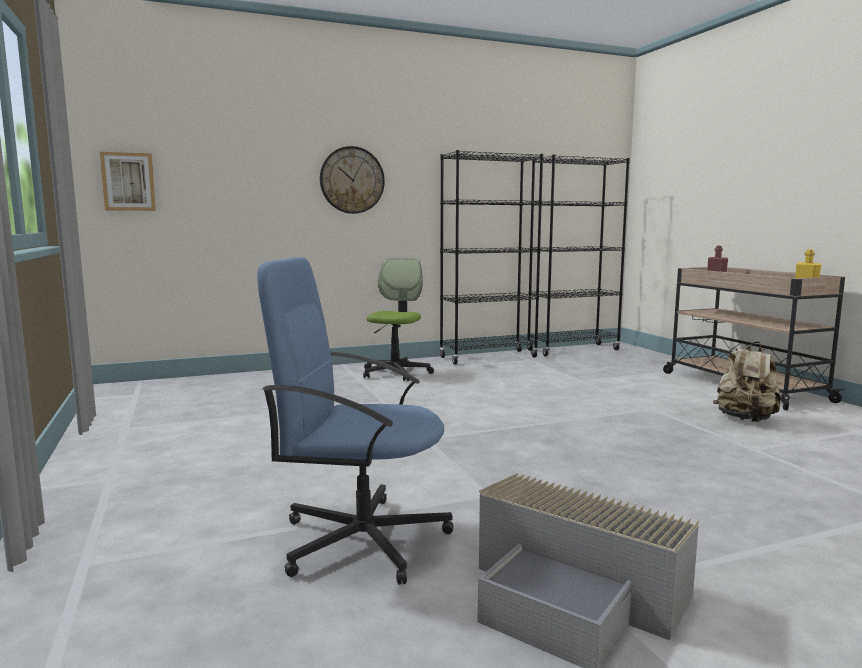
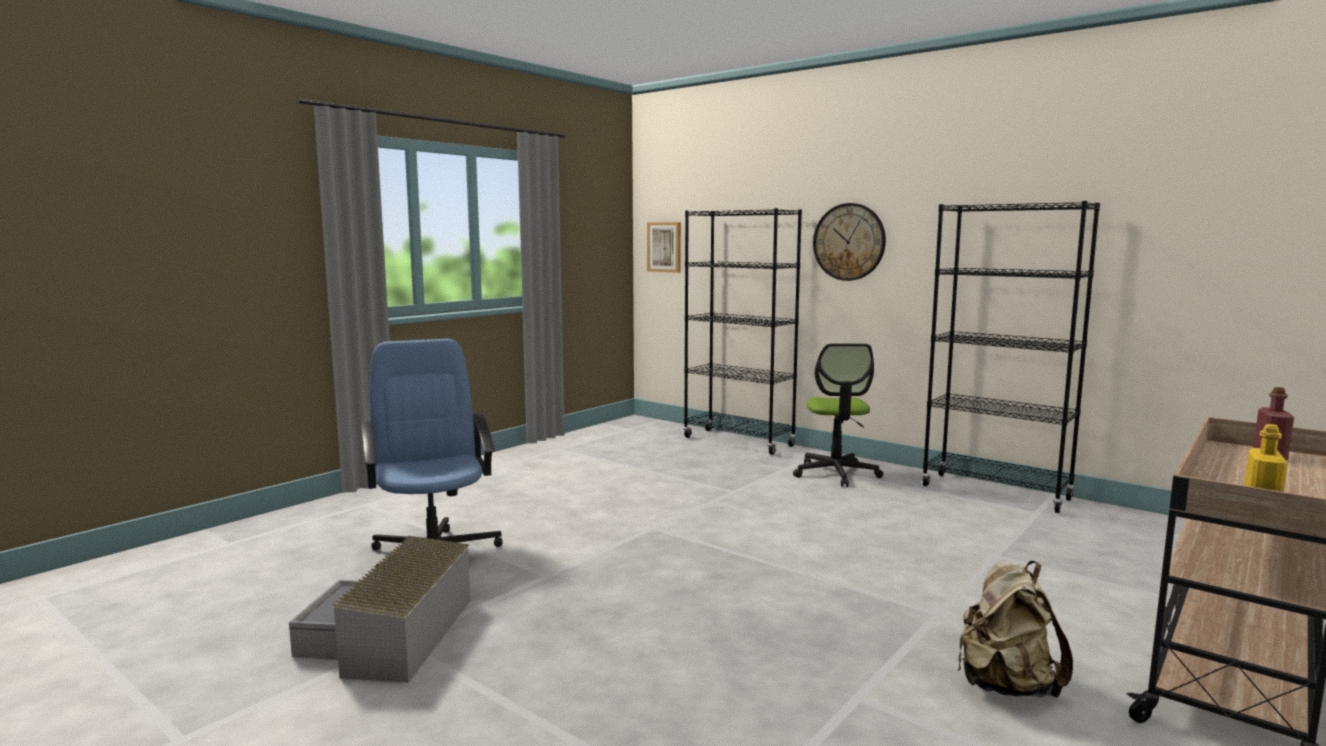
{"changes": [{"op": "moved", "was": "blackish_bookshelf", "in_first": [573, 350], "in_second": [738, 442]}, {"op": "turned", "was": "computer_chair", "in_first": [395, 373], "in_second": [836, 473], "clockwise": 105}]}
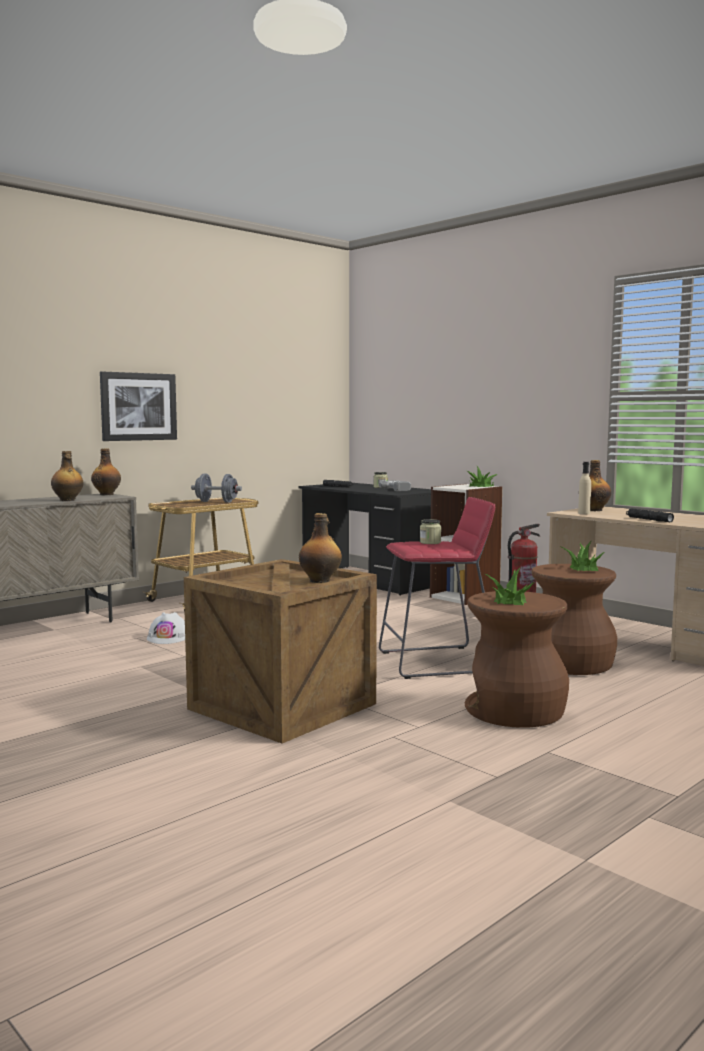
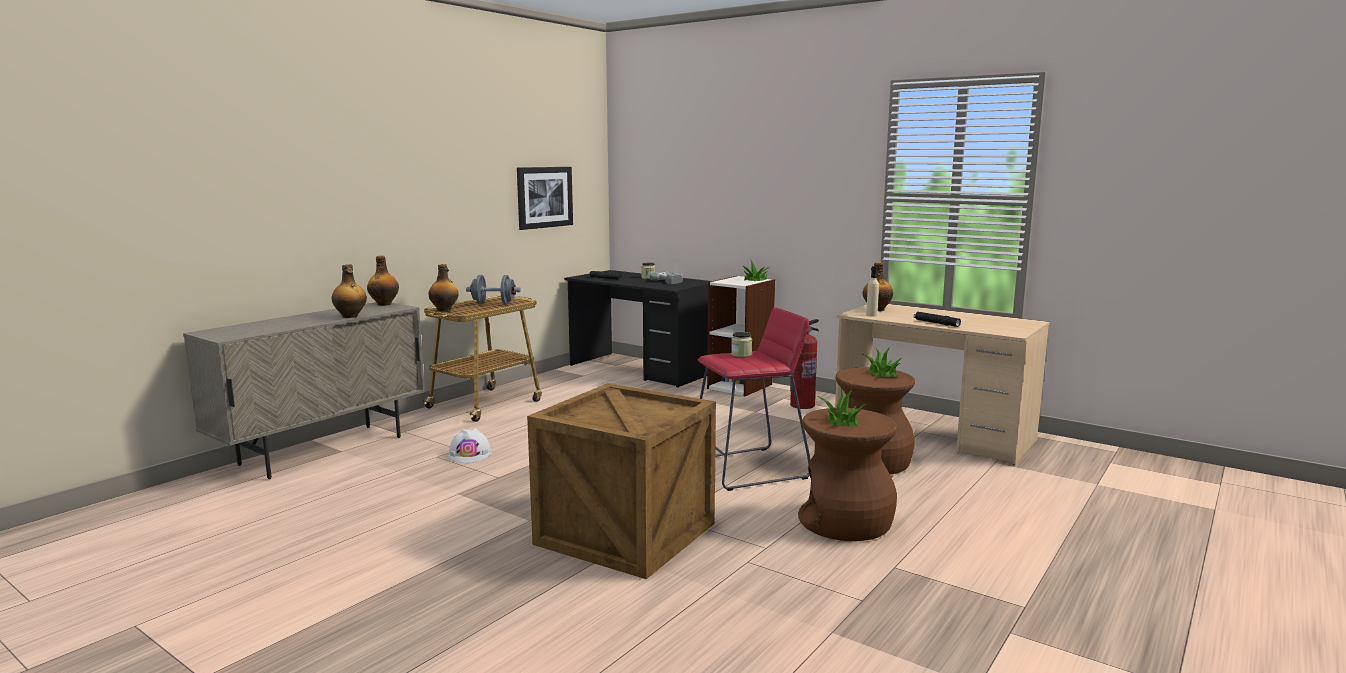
{"changes": [{"op": "moved", "was": "beverage_bottle", "in_first": [320, 581], "in_second": [444, 310]}, {"op": "moved", "was": "wall_picture", "in_first": [138, 406], "in_second": [544, 197]}]}
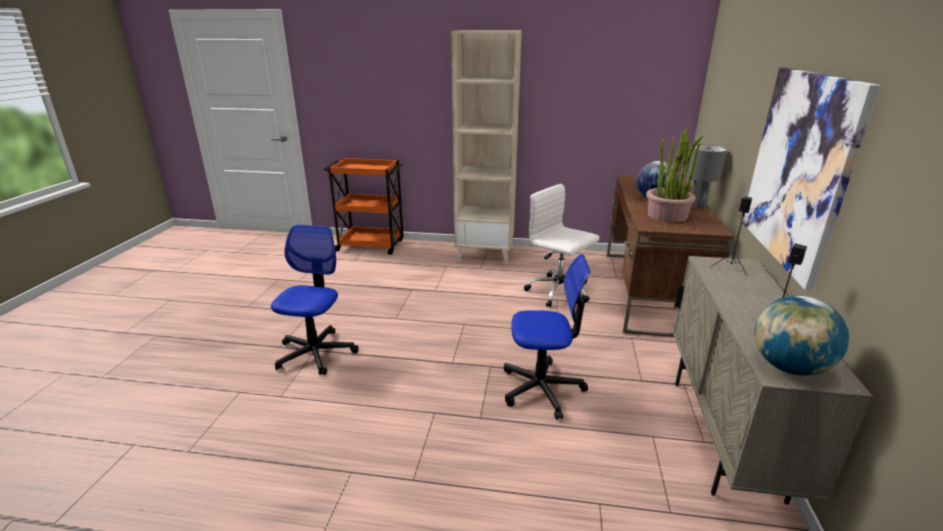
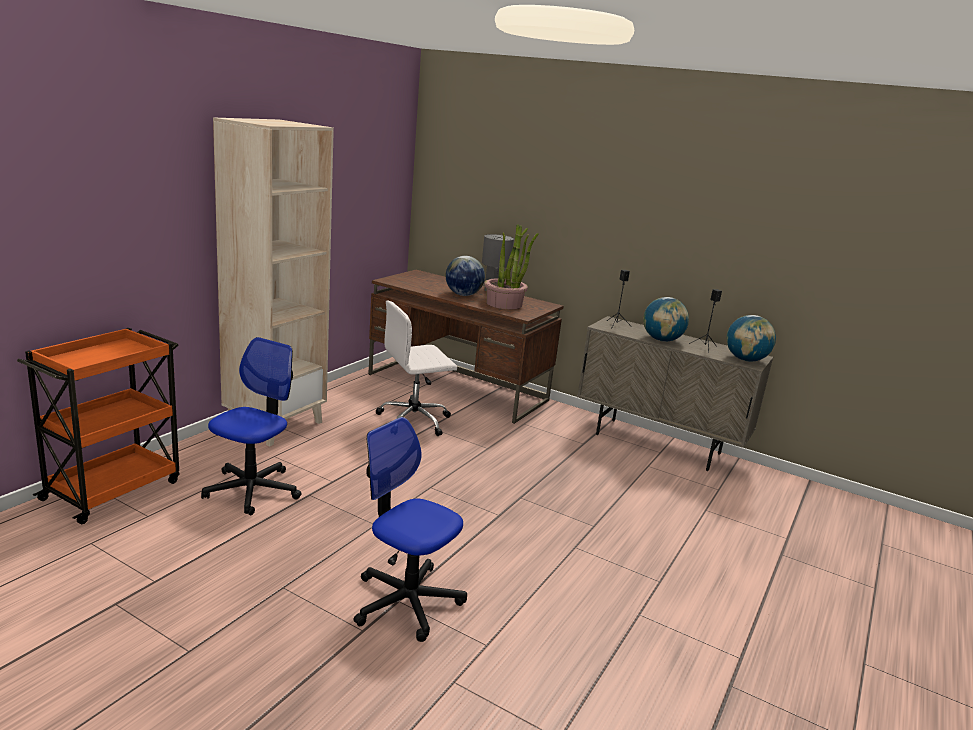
{"changes": [{"op": "moved", "was": "computer_chair", "in_first": [542, 388], "in_second": [252, 490]}, {"op": "added", "now": "world_globe", "in_second": [662, 340]}, {"op": "removed", "was": "wall_picture", "in_first": [799, 170]}]}
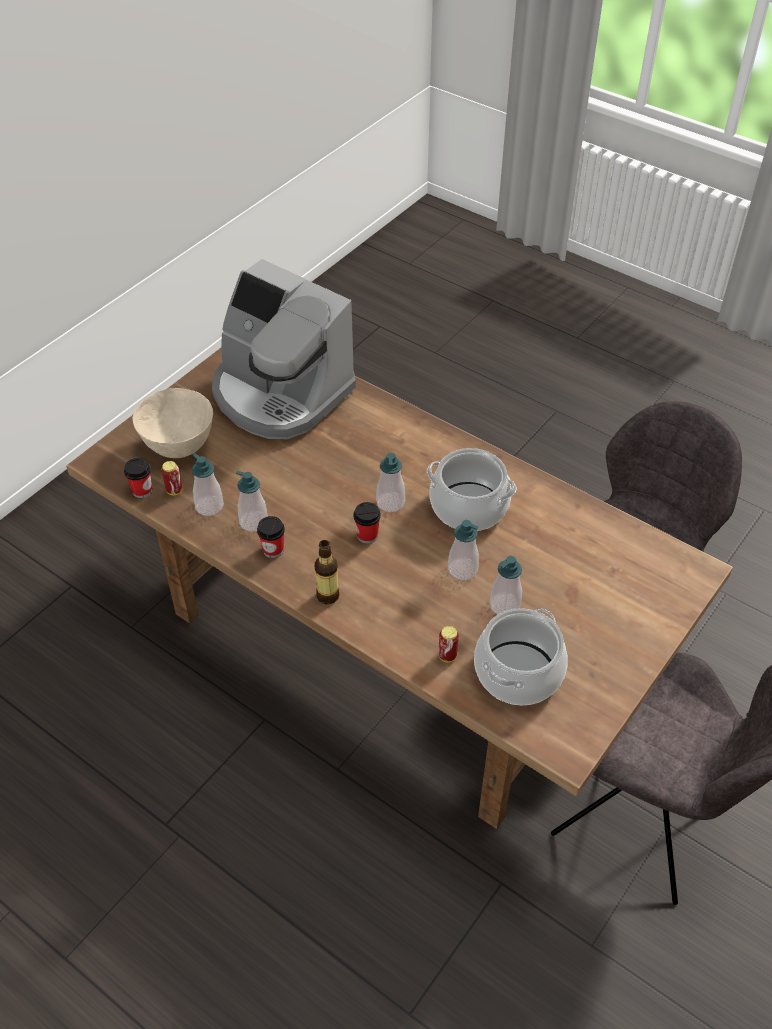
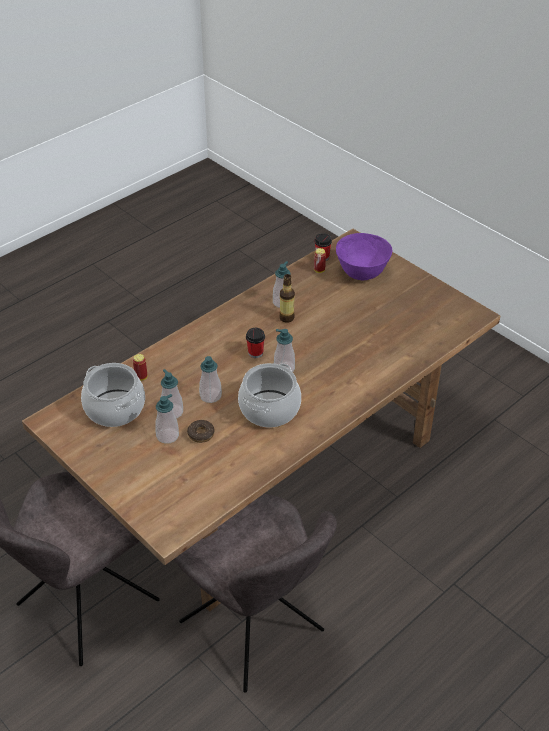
{"changes": [{"op": "moved", "was": "soap_bottle", "in_first": [209, 506], "in_second": [167, 436]}, {"op": "added", "now": "doughnut", "in_second": [201, 434]}, {"op": "moved", "was": "beverage_bottle", "in_first": [327, 596], "in_second": [286, 318]}, {"op": "recoloured", "was": "beige-coloured_serving_bowl", "now": "purple_serving_bowl", "in_first": [179, 446], "in_second": [362, 274]}, {"op": "removed", "was": "coffee_machine", "in_first": [280, 394]}, {"op": "removed", "was": "drinking_cup", "in_first": [273, 550]}]}
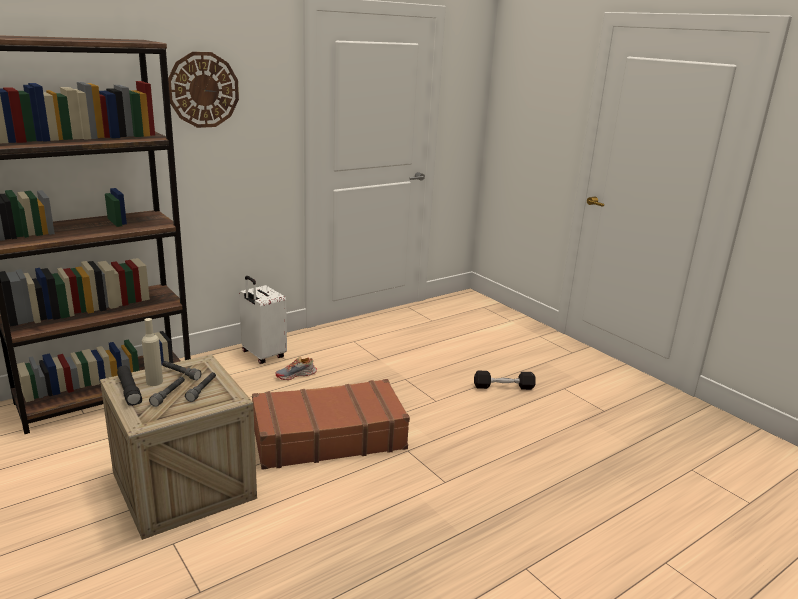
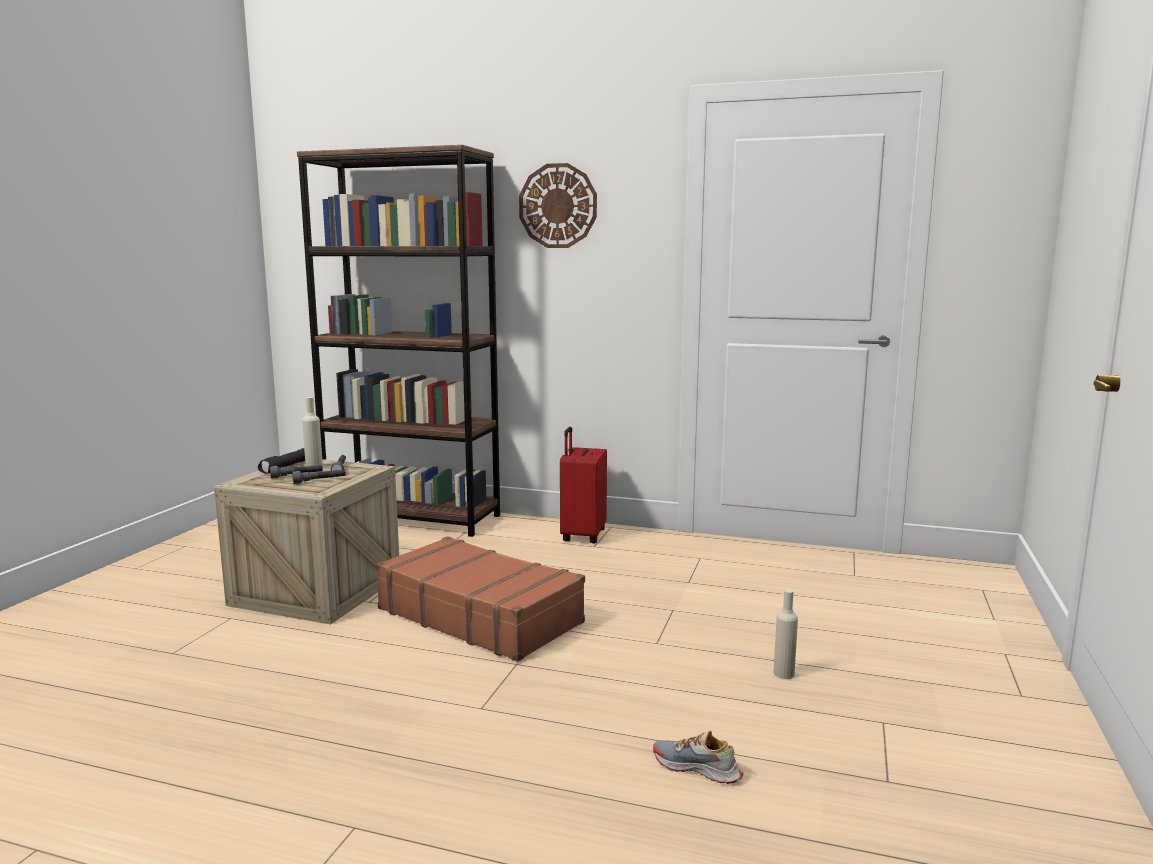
{"changes": [{"op": "recoloured", "was": "white_suitcase", "now": "red-coloured_suitcase", "in_first": [262, 355], "in_second": [582, 536]}, {"op": "moved", "was": "shoe", "in_first": [296, 375], "in_second": [697, 769]}, {"op": "replaced", "was": "blackish_free_weight", "now": "beige-coloured_beverage_bottle", "in_first": [503, 387], "in_second": [783, 673]}]}
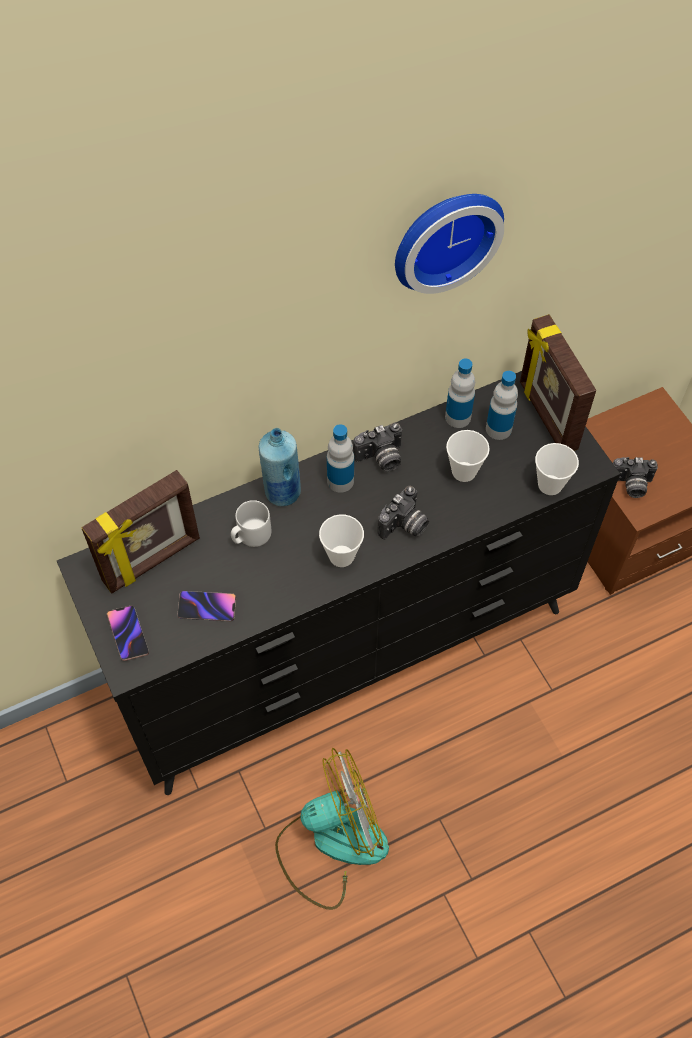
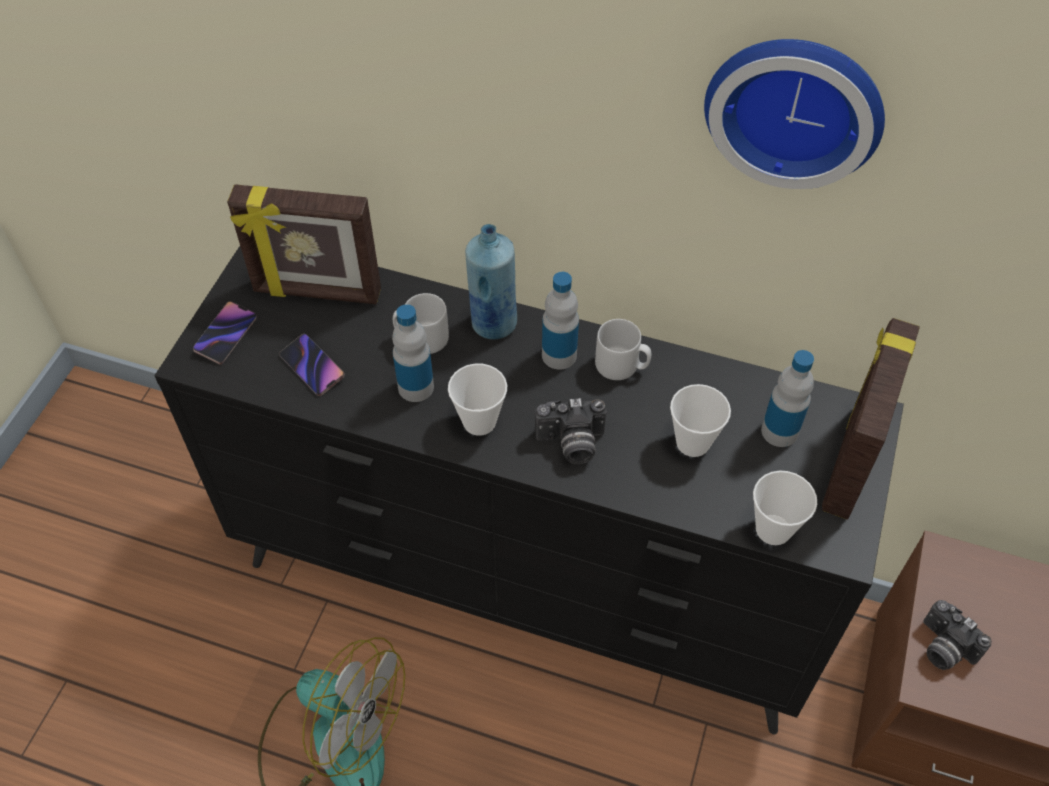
{"changes": [{"op": "moved", "was": "beverage_bottle", "in_first": [458, 417], "in_second": [416, 387]}, {"op": "replaced", "was": "still_camera", "now": "gray_mug", "in_first": [381, 459], "in_second": [622, 366]}]}
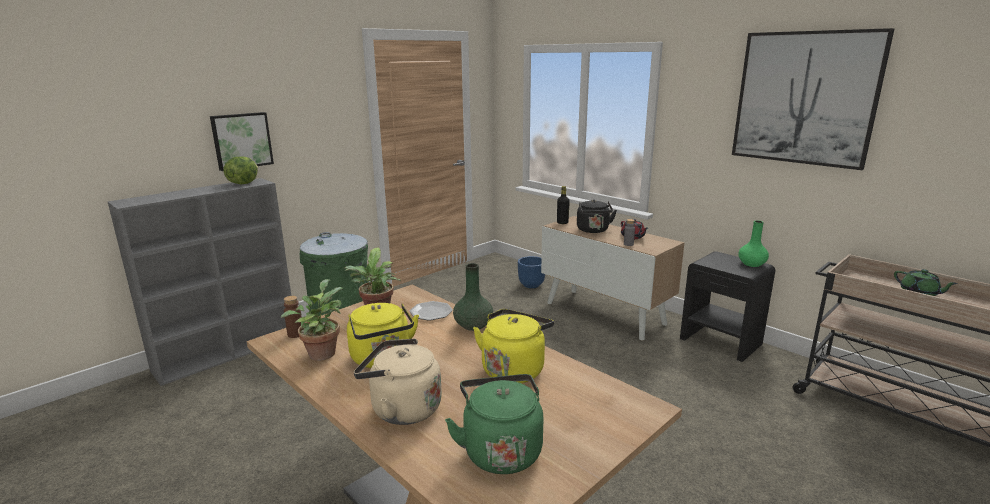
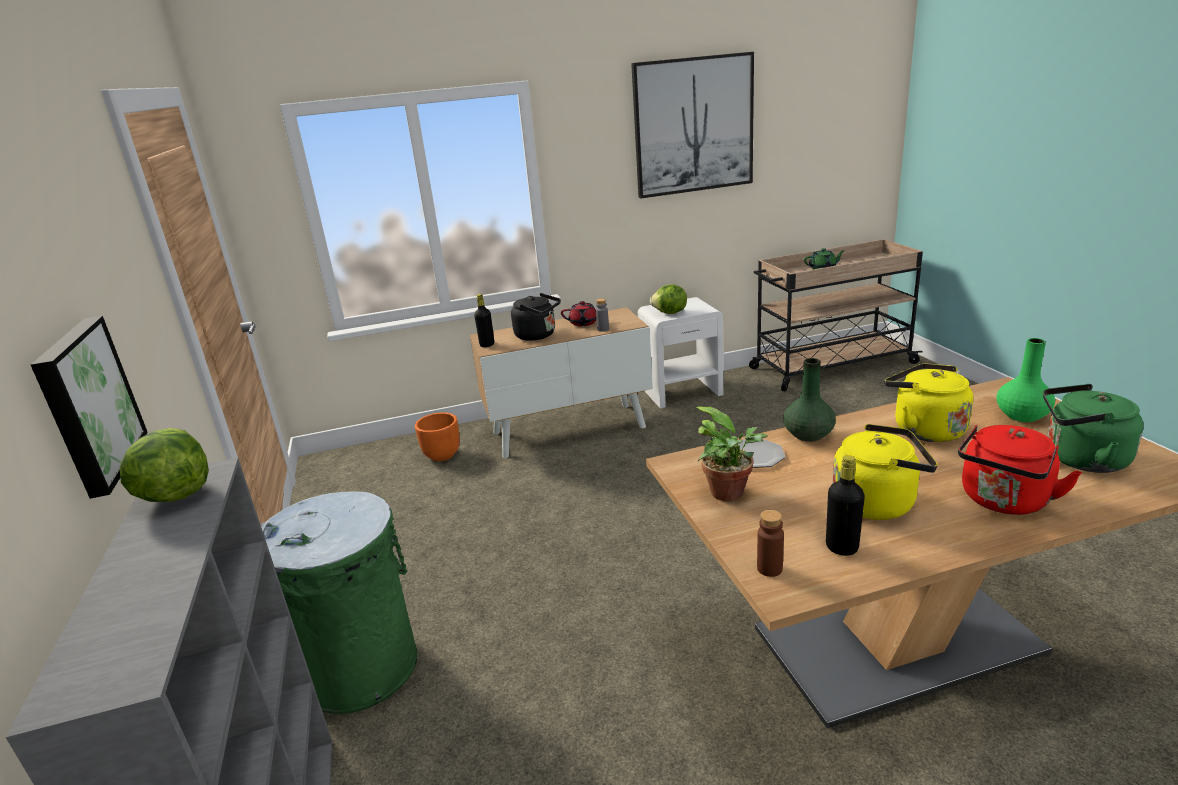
{"changes": [{"op": "recoloured", "was": "blue-coloured_planter", "now": "orange_planter", "in_first": [531, 285], "in_second": [442, 455]}, {"op": "recoloured", "was": "blackish_bedside_table", "now": "white_bedside_table", "in_first": [721, 341], "in_second": [682, 391]}, {"op": "added", "now": "head_of_lettuce", "in_second": [670, 313]}, {"op": "replaced", "was": "potted_plant", "now": "blackish_beverage_bottle", "in_first": [321, 352], "in_second": [841, 547]}, {"op": "recoloured", "was": "beige-coloured_tea_kettle", "now": "red-coloured_tea_kettle", "in_first": [402, 409], "in_second": [1003, 502]}, {"op": "moved", "was": "green-coloured_vase", "in_first": [751, 264], "in_second": [1021, 416]}]}
